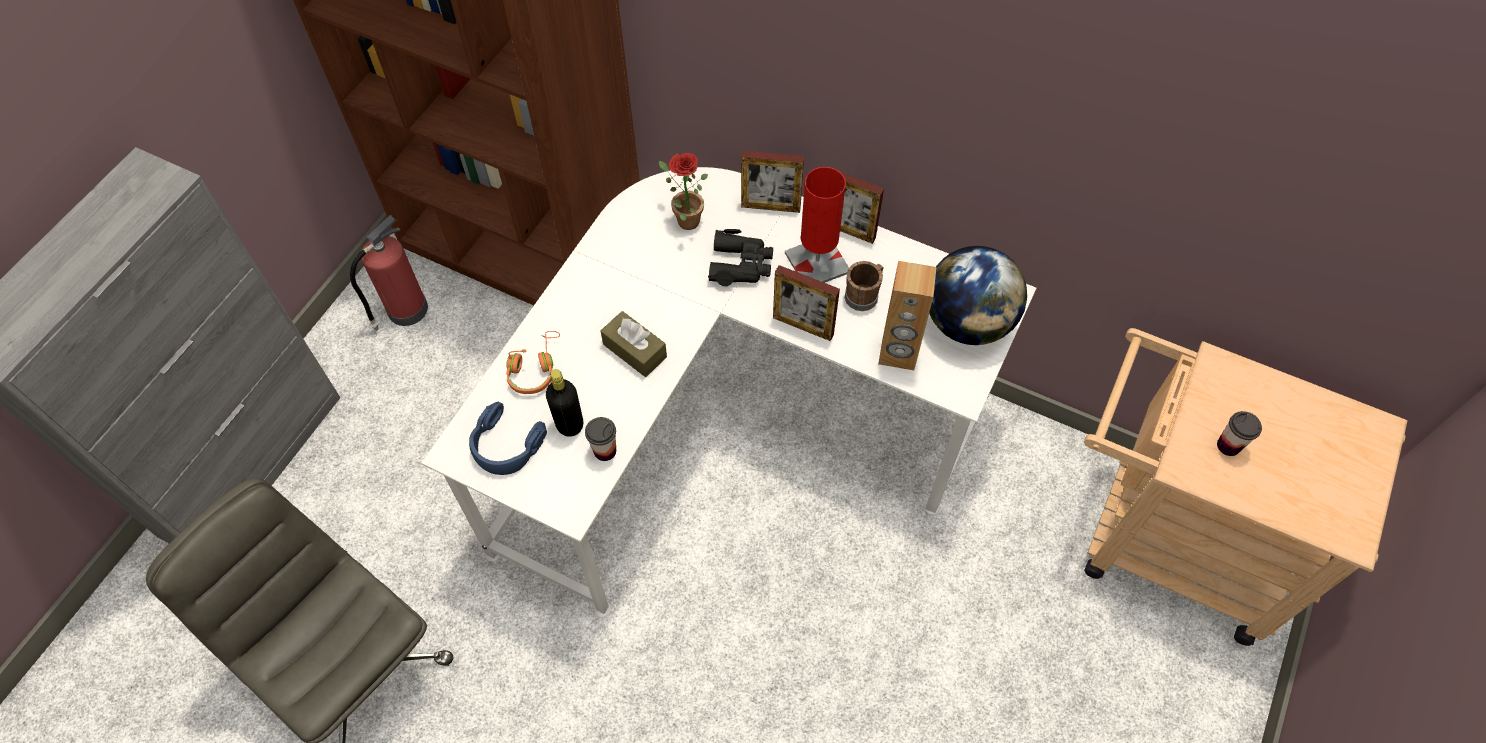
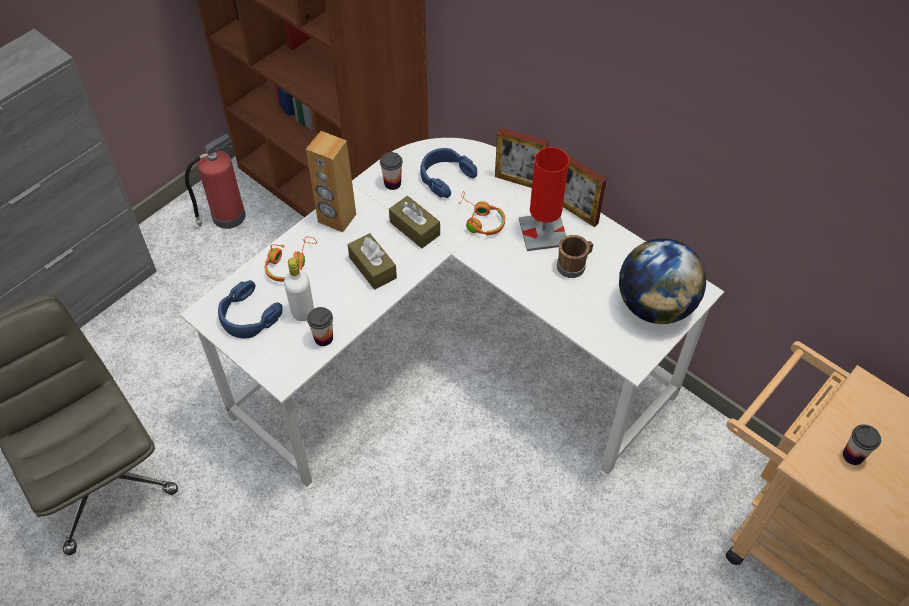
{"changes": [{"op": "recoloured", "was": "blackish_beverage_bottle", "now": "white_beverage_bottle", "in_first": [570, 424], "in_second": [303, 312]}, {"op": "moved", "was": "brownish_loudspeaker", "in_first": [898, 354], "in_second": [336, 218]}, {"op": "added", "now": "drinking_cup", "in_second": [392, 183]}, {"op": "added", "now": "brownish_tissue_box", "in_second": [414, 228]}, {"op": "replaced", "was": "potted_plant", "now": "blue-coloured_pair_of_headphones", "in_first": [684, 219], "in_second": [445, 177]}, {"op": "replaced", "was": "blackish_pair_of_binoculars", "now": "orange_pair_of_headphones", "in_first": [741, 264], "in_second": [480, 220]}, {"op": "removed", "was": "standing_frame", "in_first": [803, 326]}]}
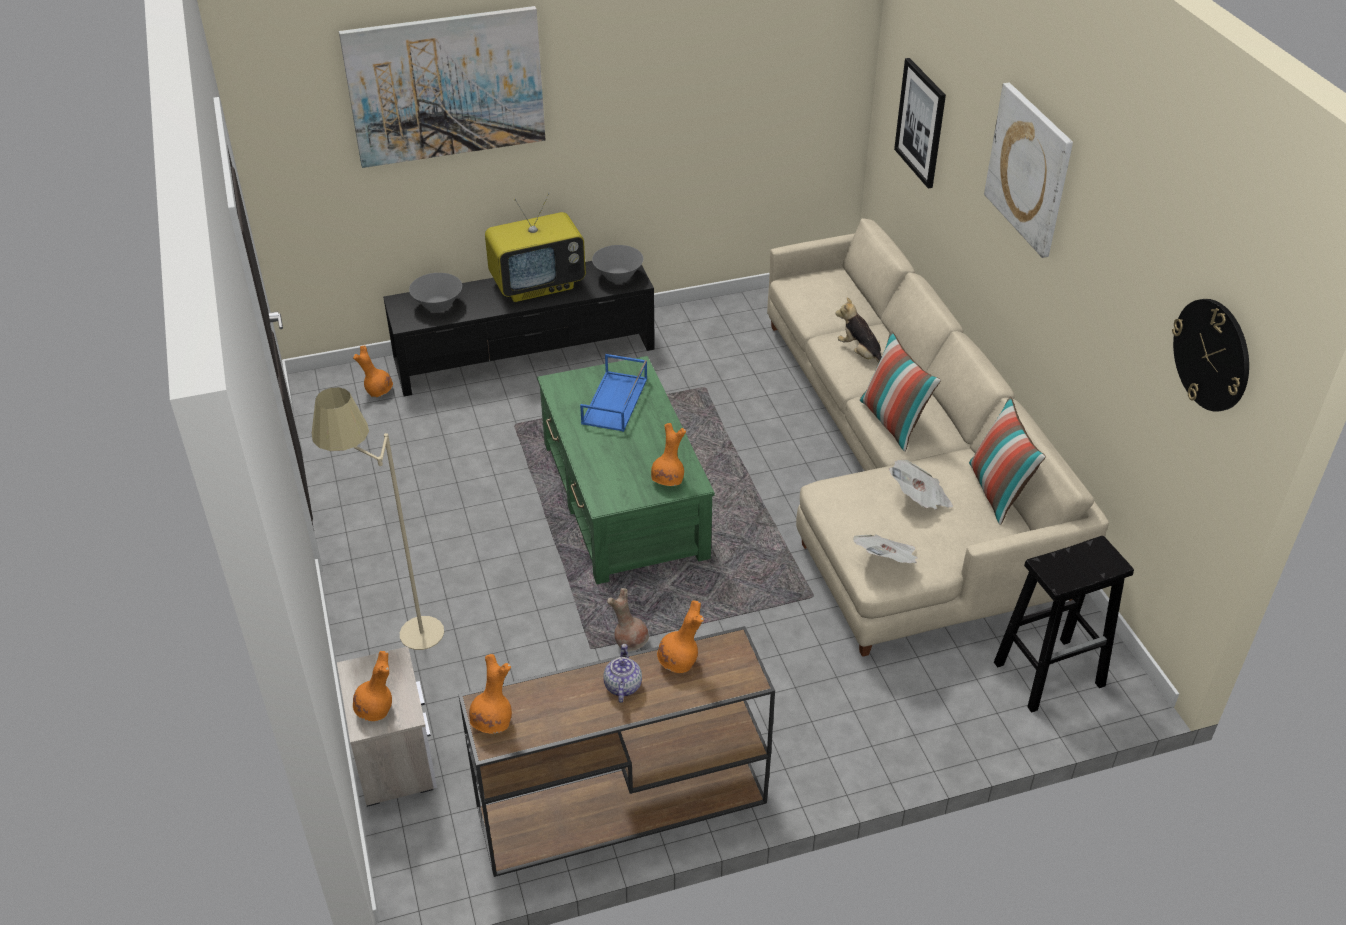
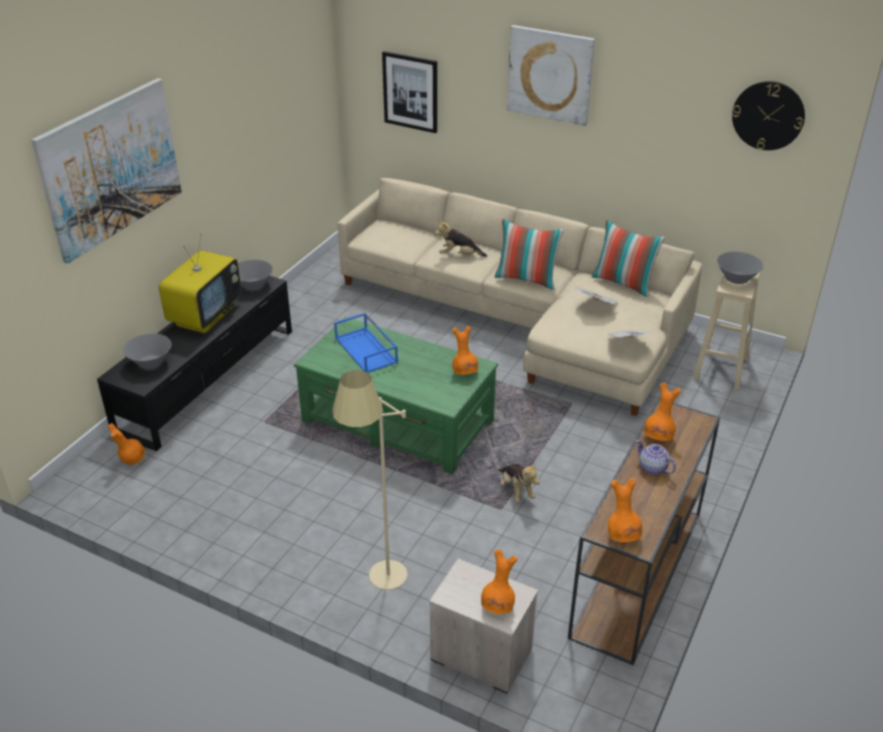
{"changes": [{"op": "replaced", "was": "brownish_vase", "now": "soft_toy", "in_first": [631, 642], "in_second": [516, 490]}, {"op": "recoloured", "was": "blackish_sitting_stool", "now": "beige-coloured_sitting_stool", "in_first": [1050, 673], "in_second": [720, 367]}, {"op": "added", "now": "gray_serving_bowl", "in_second": [736, 279]}]}
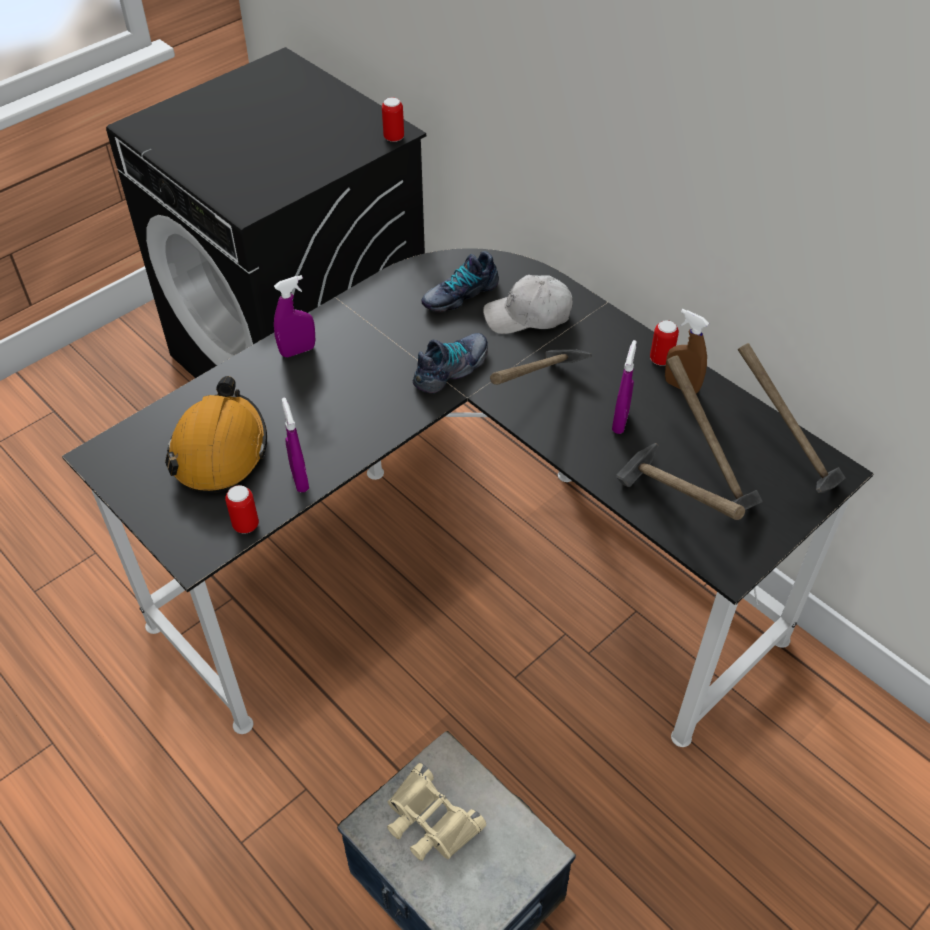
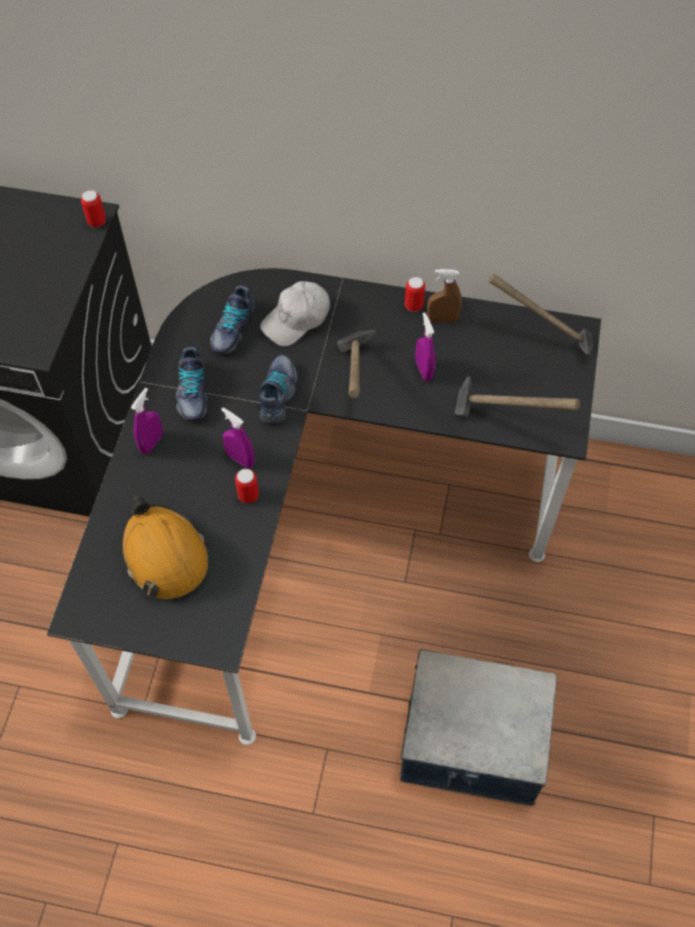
{"changes": [{"op": "added", "now": "shoe", "in_second": [192, 392]}, {"op": "moved", "was": "purple_spray_bottle", "in_first": [299, 479], "in_second": [240, 459]}, {"op": "moved", "was": "can", "in_first": [246, 525], "in_second": [248, 495]}, {"op": "removed", "was": "beige-coloured_pair_of_binoculars", "in_first": [429, 821]}, {"op": "removed", "was": "hammer", "in_first": [703, 474]}]}
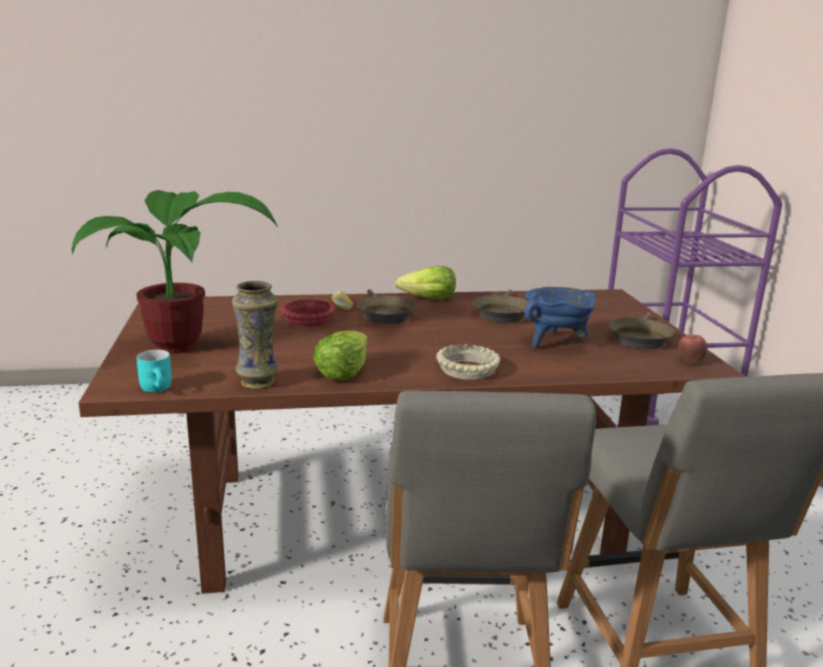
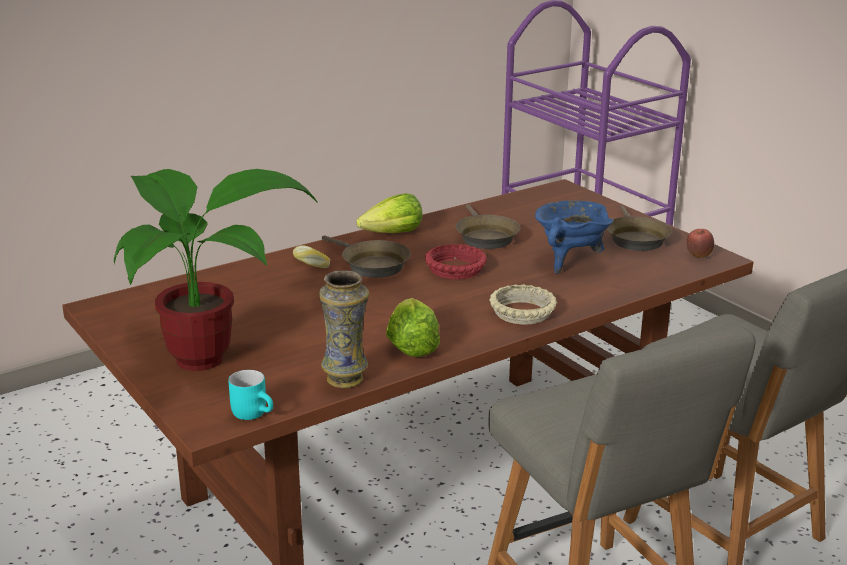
{"changes": [{"op": "moved", "was": "red-coloured_serving_bowl", "in_first": [307, 319], "in_second": [454, 268]}]}
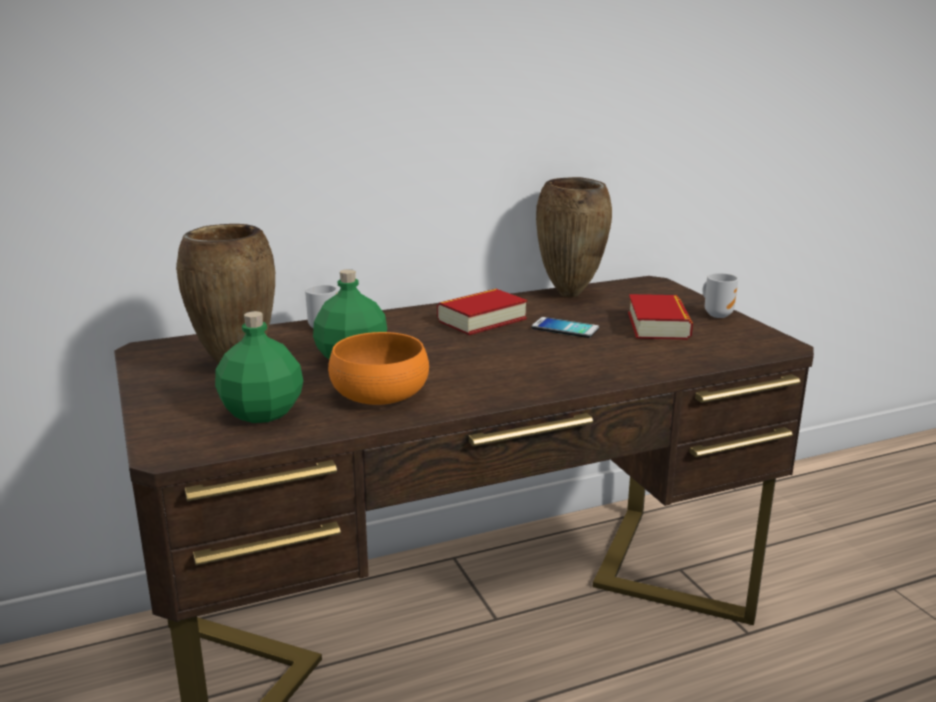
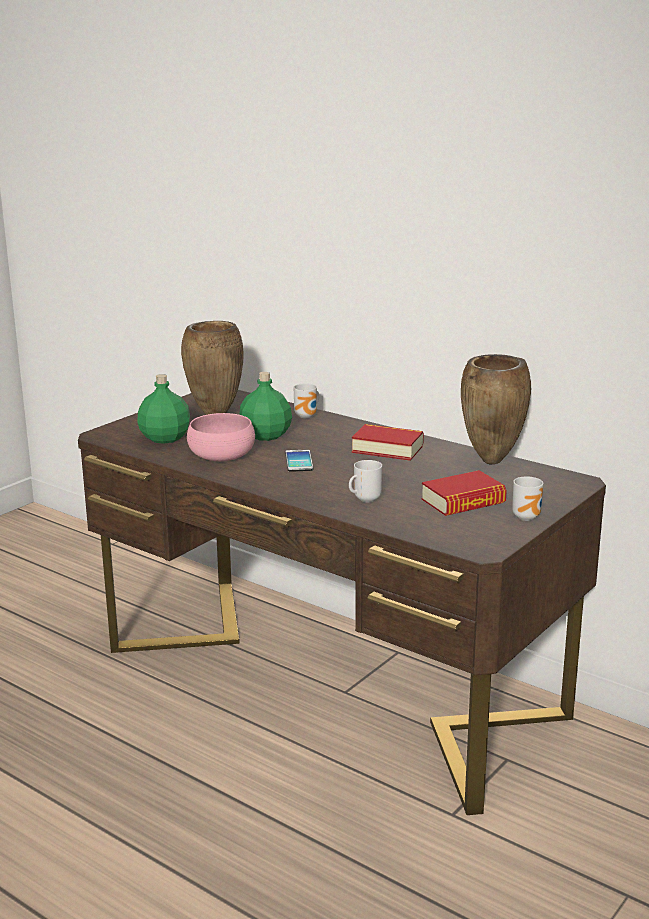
{"changes": [{"op": "recoloured", "was": "orange_serving_bowl", "now": "pink_serving_bowl", "in_first": [380, 394], "in_second": [222, 455]}, {"op": "moved", "was": "handset", "in_first": [565, 328], "in_second": [299, 461]}, {"op": "added", "now": "mug", "in_second": [365, 499]}]}
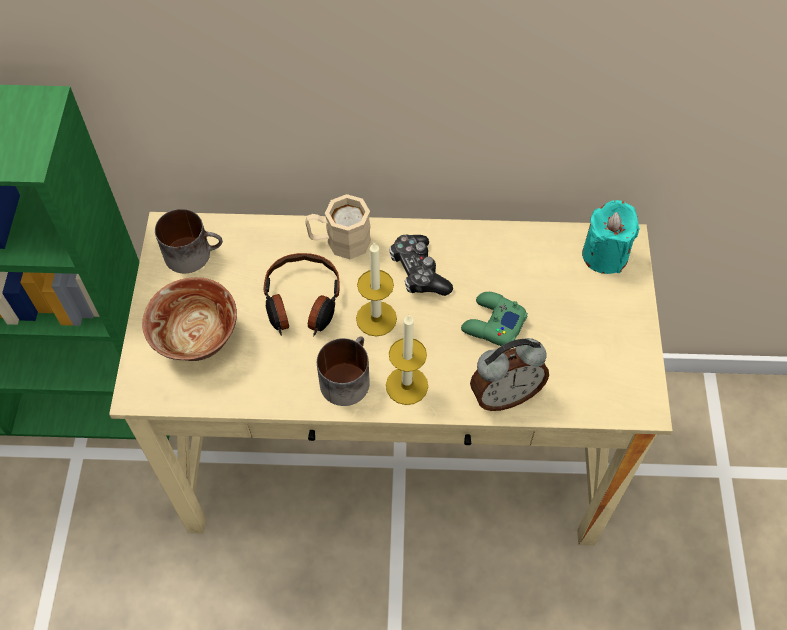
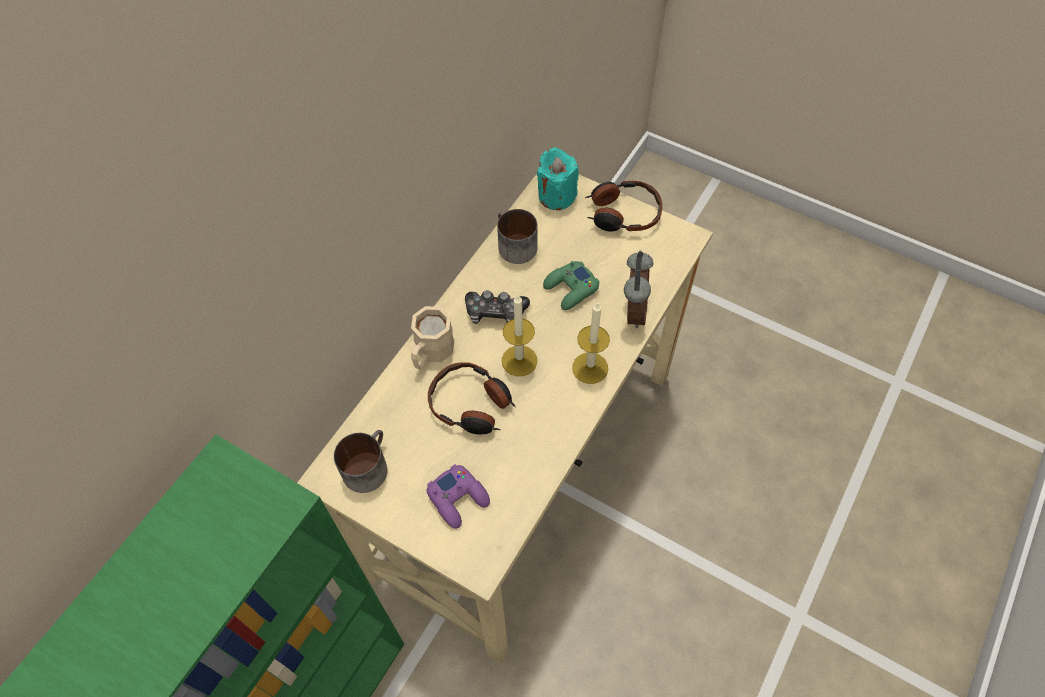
{"changes": [{"op": "replaced", "was": "serving_bowl", "now": "purple_game_controller", "in_first": [198, 340], "in_second": [458, 498]}, {"op": "moved", "was": "mug", "in_first": [346, 377], "in_second": [513, 246]}, {"op": "added", "now": "pair_of_headphones", "in_second": [622, 214]}]}
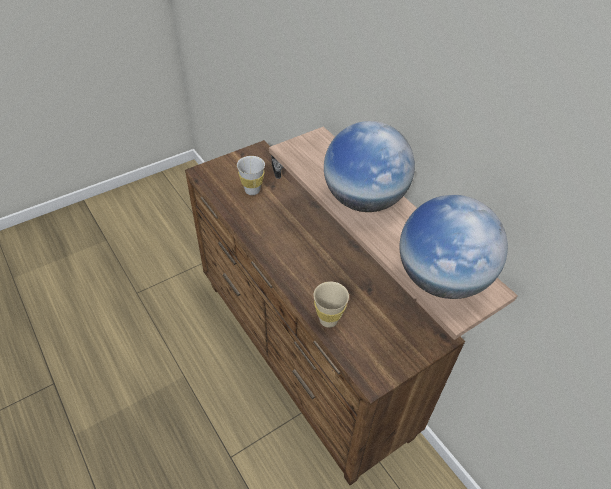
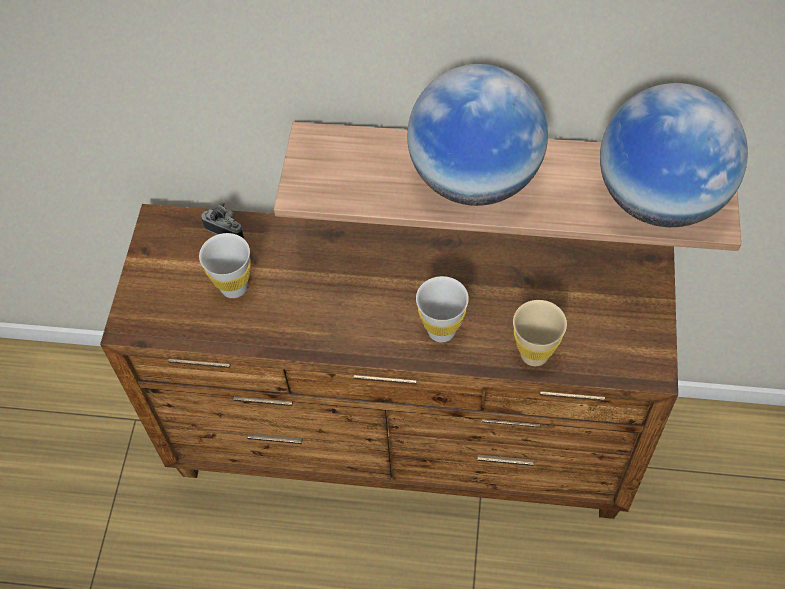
{"changes": [{"op": "added", "now": "white_drinking_cup", "in_second": [441, 331]}]}
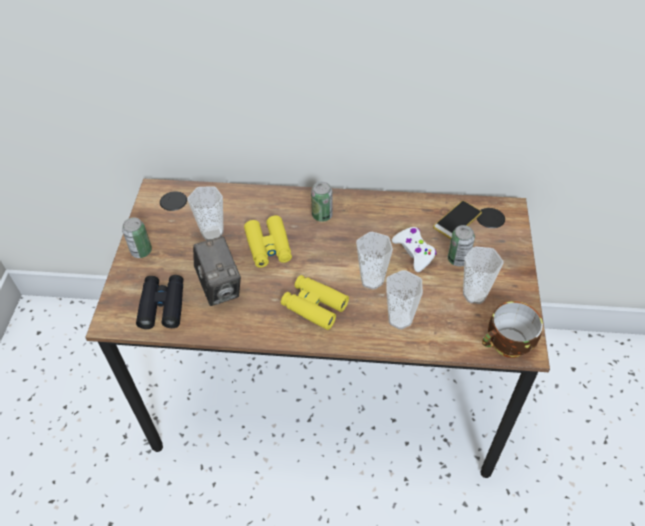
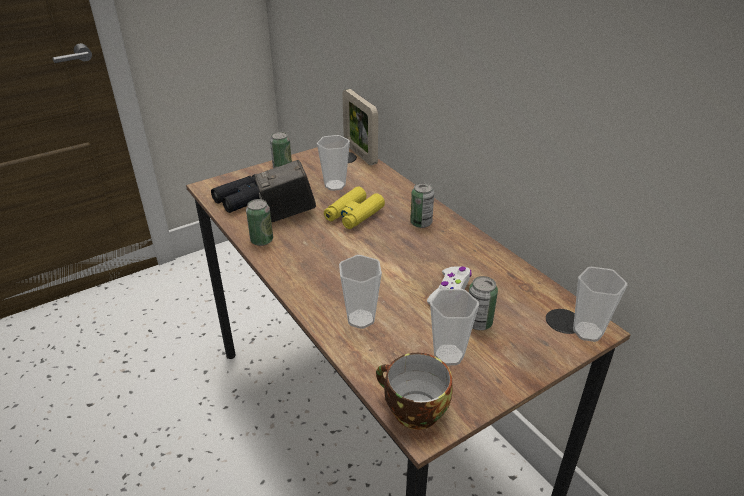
{"changes": [{"op": "added", "now": "can", "in_second": [262, 240]}, {"op": "turned", "was": "still_camera", "in_first": [220, 287], "in_second": [287, 213], "clockwise": 45}, {"op": "added", "now": "standing_frame", "in_second": [360, 154]}, {"op": "moved", "was": "drinking_cup", "in_first": [372, 280], "in_second": [587, 332]}, {"op": "removed", "was": "yellowish_pair_of_binoculars", "in_first": [314, 306]}, {"op": "removed", "was": "handset", "in_first": [457, 220]}]}
